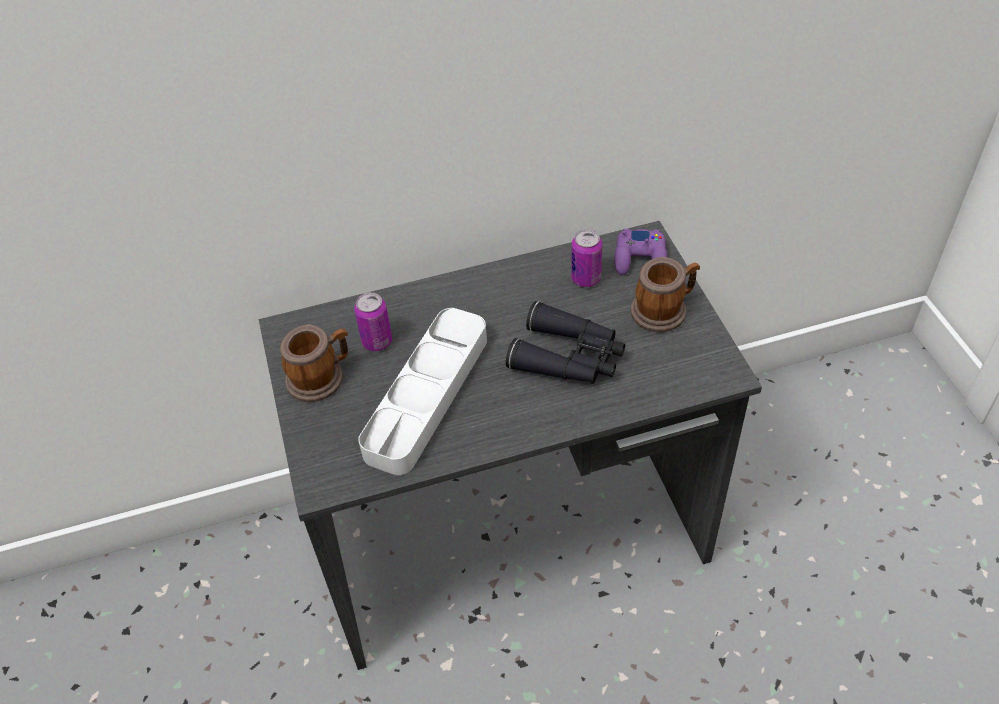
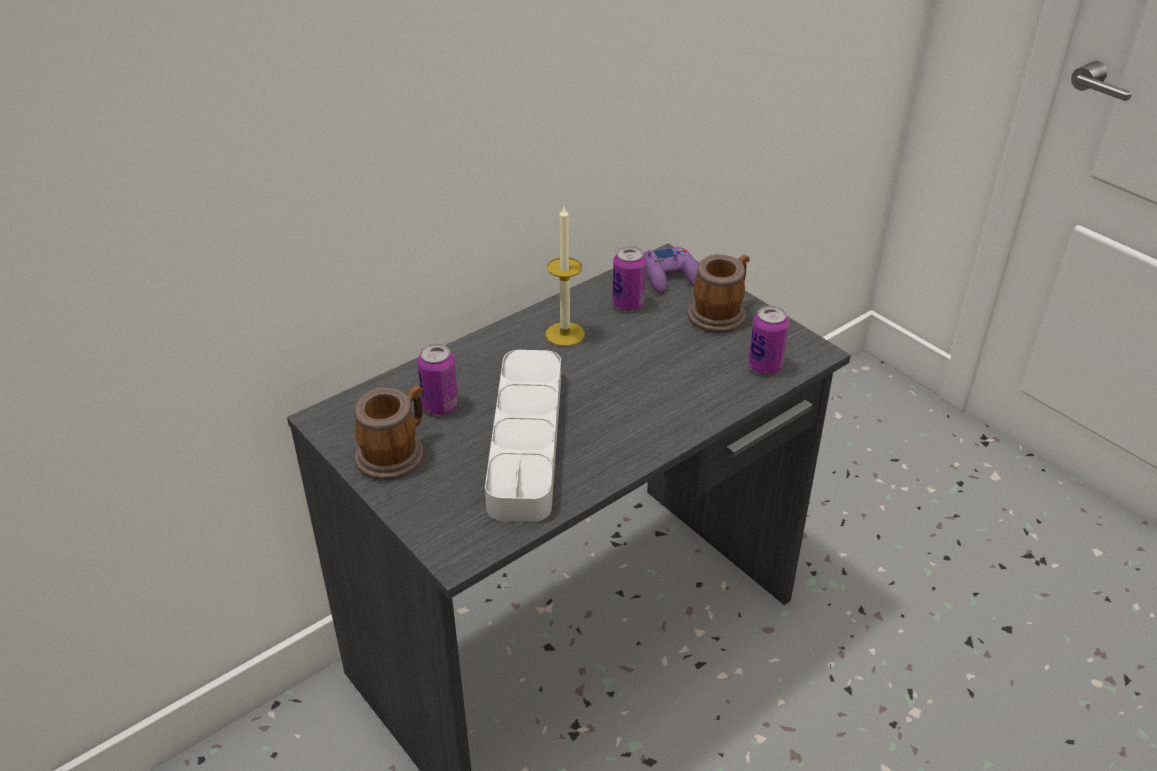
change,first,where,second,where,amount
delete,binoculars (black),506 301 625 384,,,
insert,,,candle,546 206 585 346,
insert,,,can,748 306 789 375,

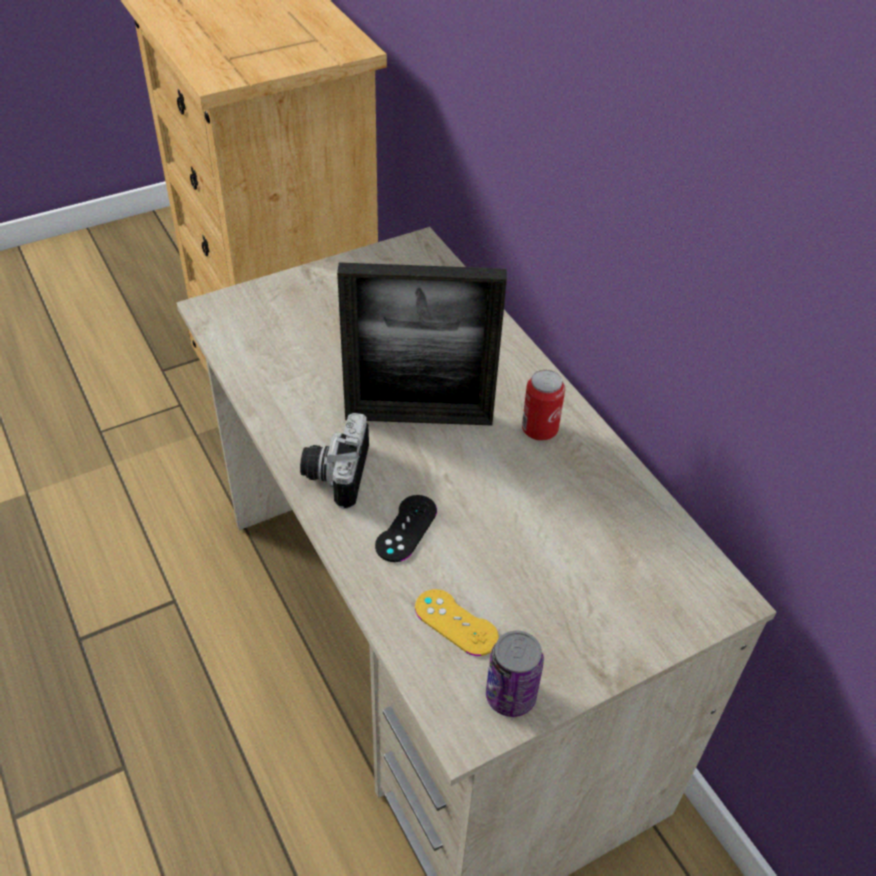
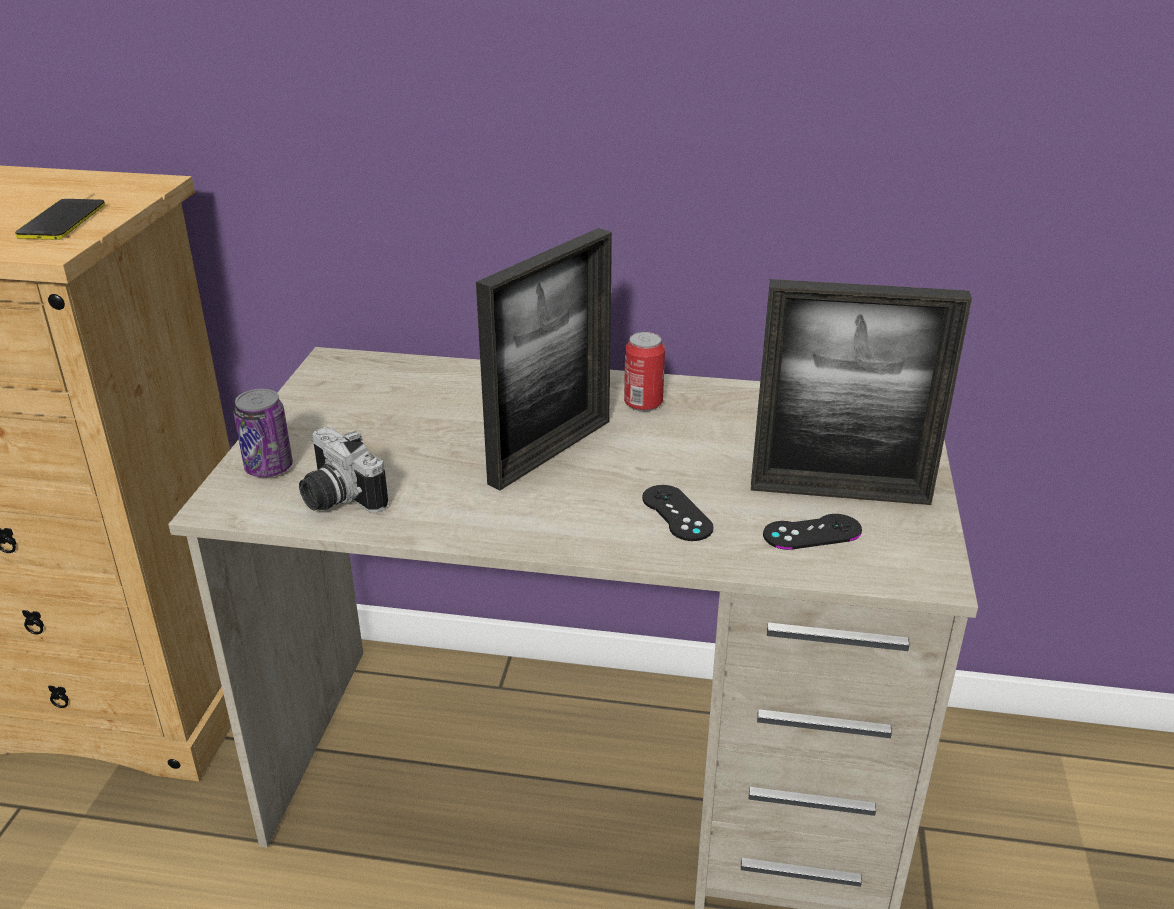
change,first,where,second,where,amount
insert,,,phone,15 199 105 240,
insert,,,picture frame,751 279 972 505,
move,photo camera,300 413 369 509,,299 427 388 513,
move,can,486 631 544 717,,234 389 293 477,
recolor,game controller (yellow),415 589 499 656,game controller (black),763 514 862 550,

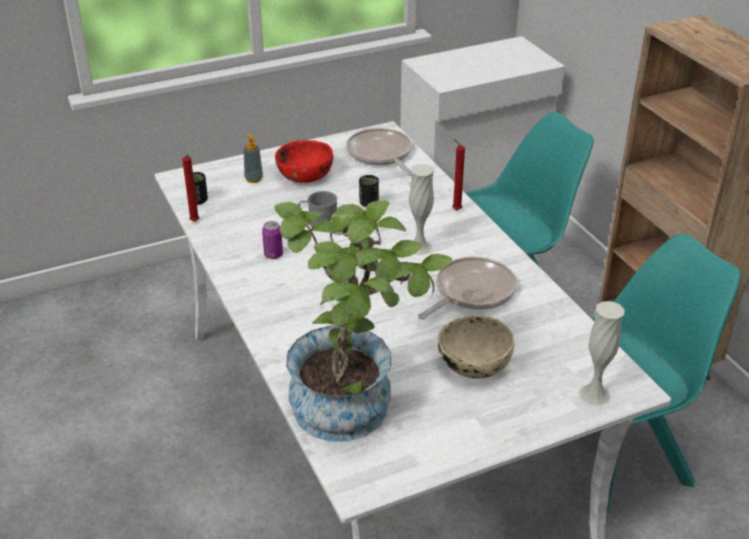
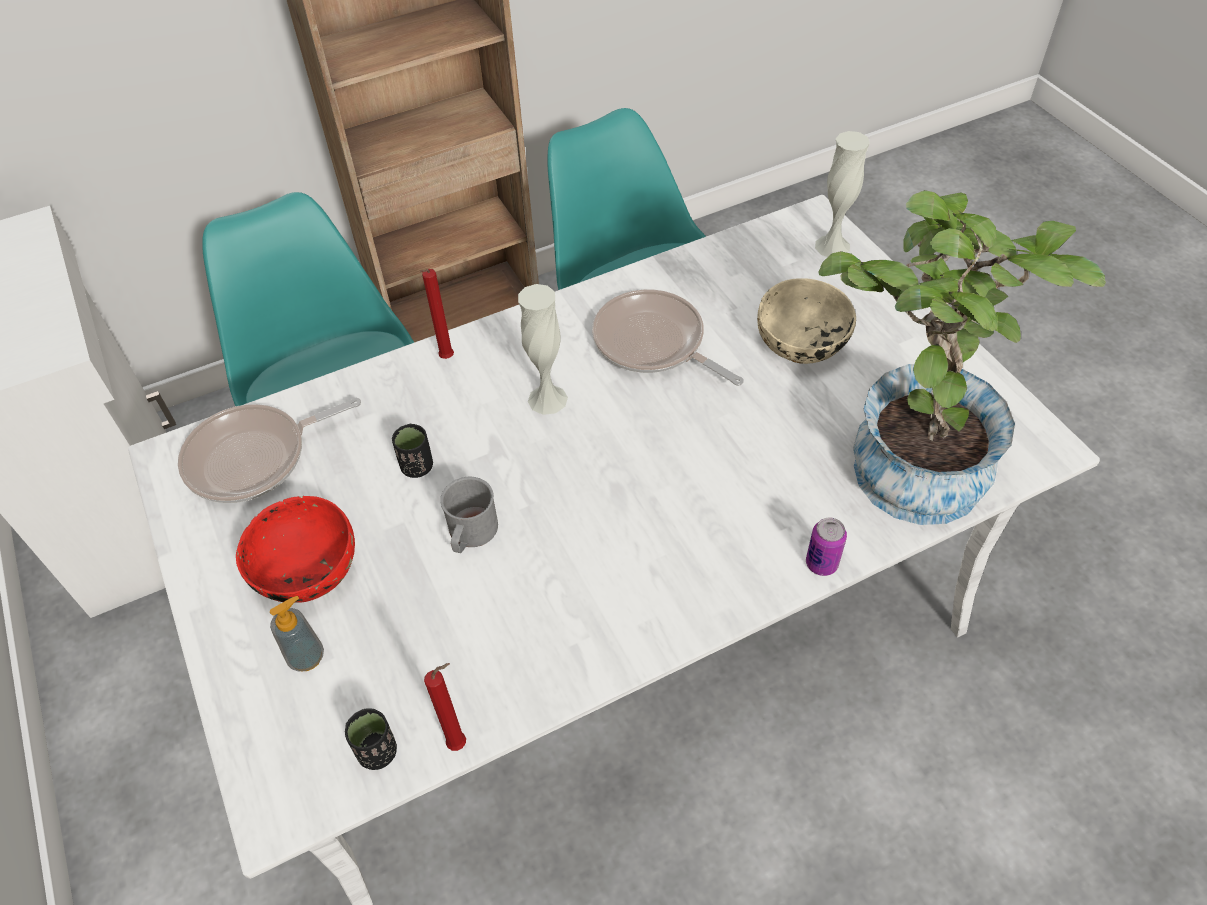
change,first,where,second,where,amount
move,can,262 221 283 259,,806 517 847 576,

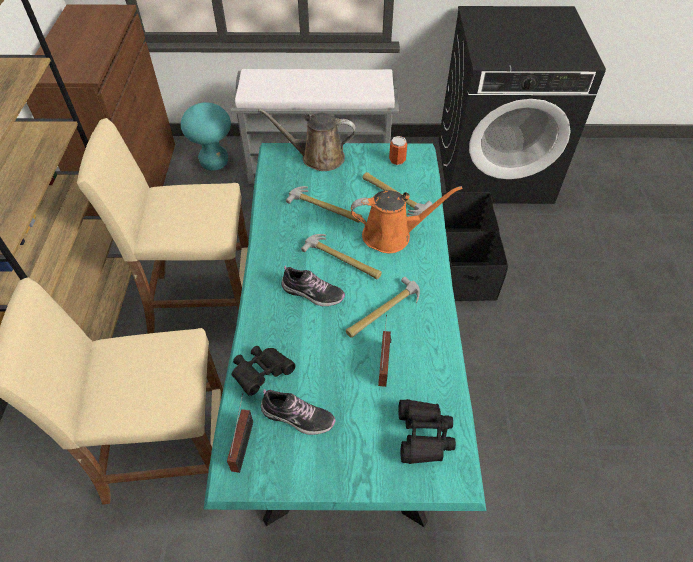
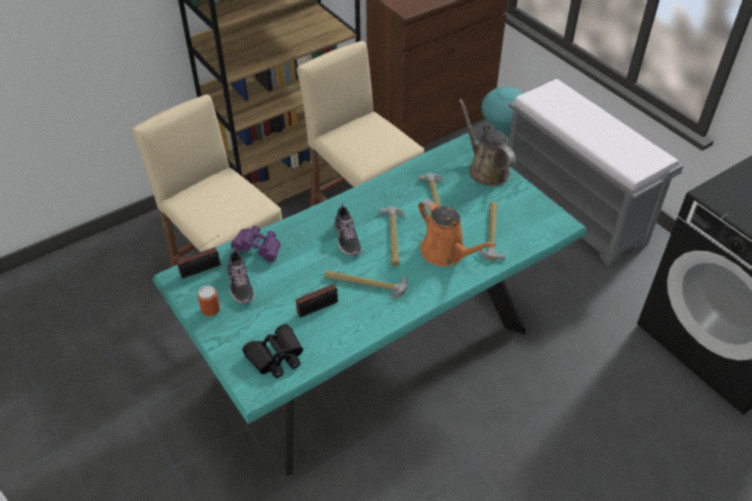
change,first,where,second,where,amount
delete,storage box (black),442 192 508 301,,,
move,can,389 136 407 165,,198 286 220 317,
recolor,binoculars (black),232 346 295 396,binoculars (purple),231 226 281 262,

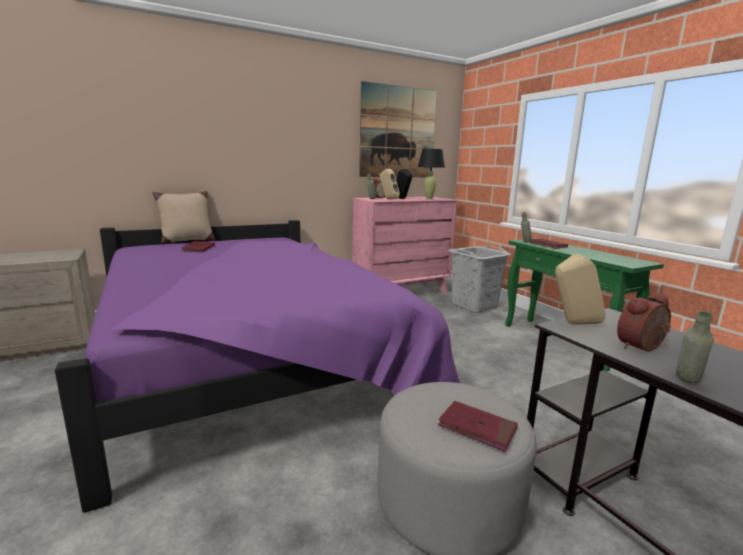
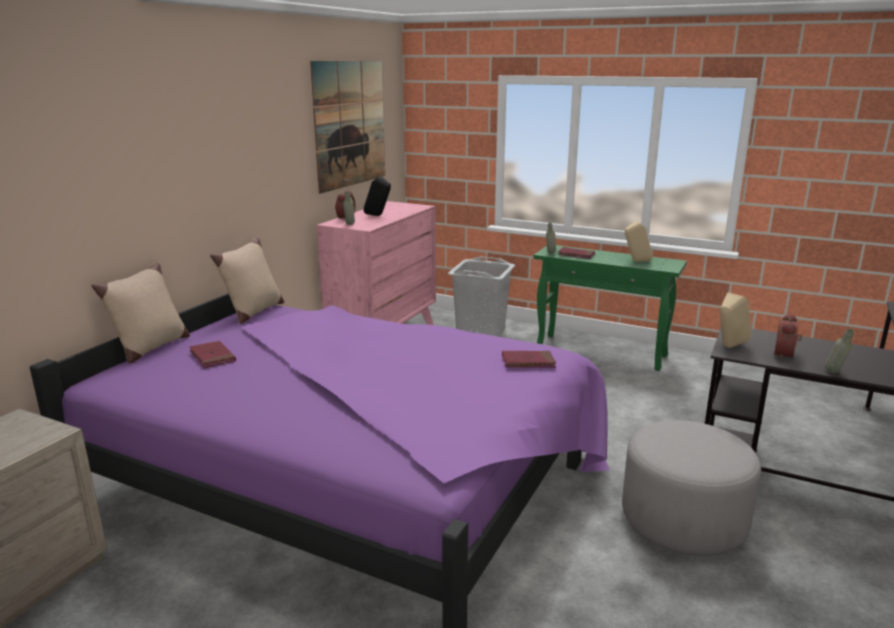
change,first,where,second,where,amount
delete,table lamp (black),418 149 445 200,,,
insert,,,pillow (beige),210 237 284 324,
move,speaker (beige),379 169 400 200,,625 221 653 262,
move,book (red),438 401 518 452,,502 351 556 367,

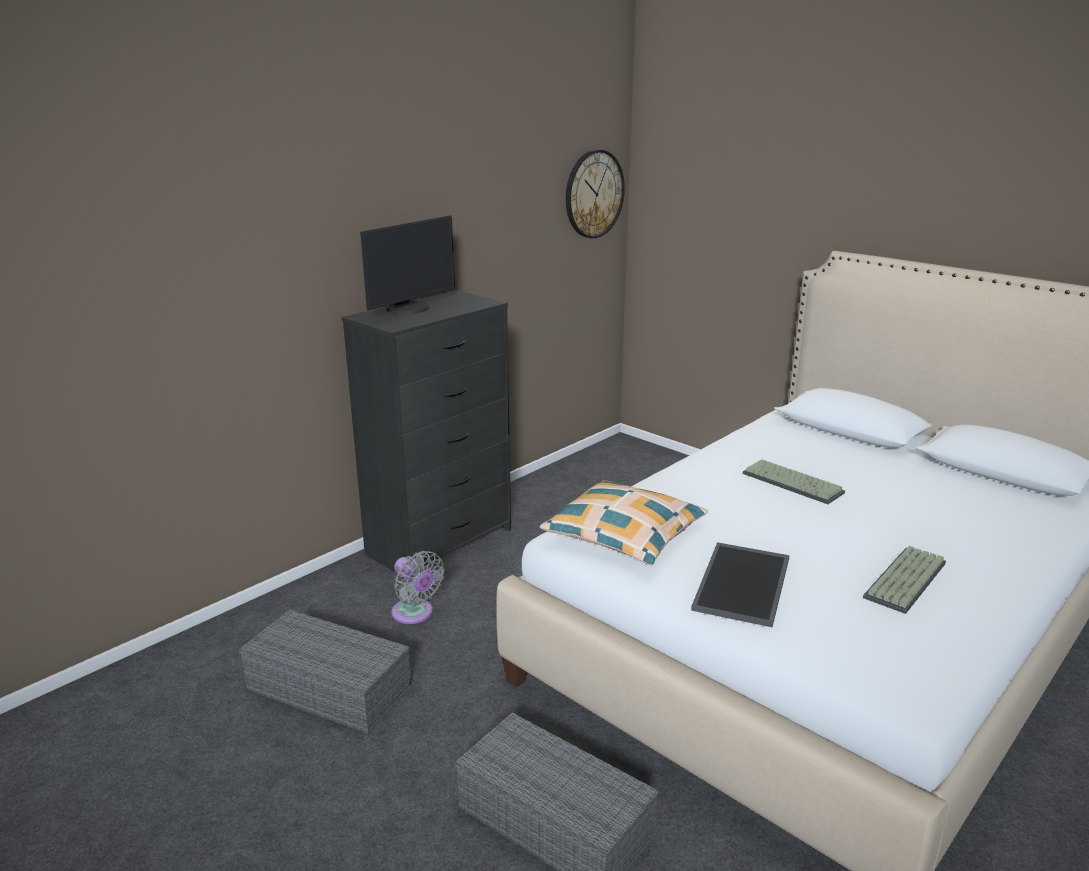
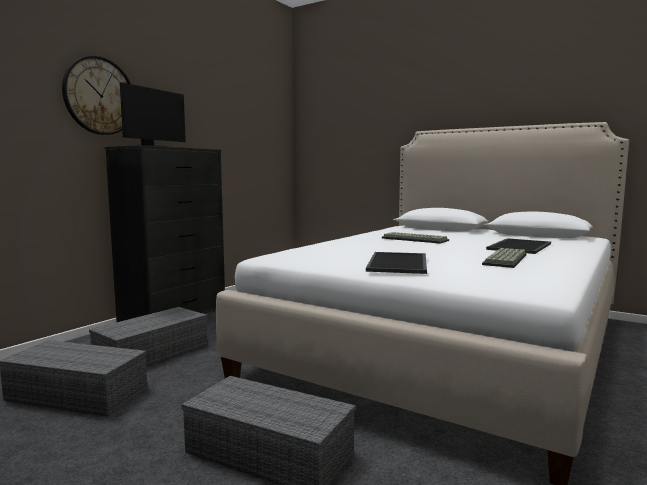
change,first,where,second,where,amount
delete,pillow,539 480 708 565,,,
insert,,,tray,486 238 551 254,
move,wall clock,566 149 625 238,,62 56 131 135,
replace,fan (grey),391 551 445 624,storage box (grey),89 307 207 366,

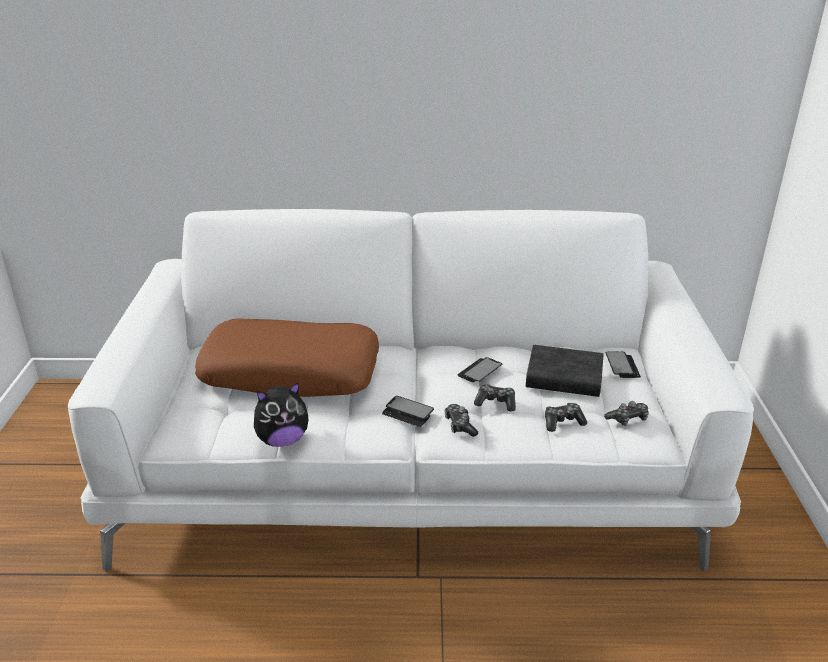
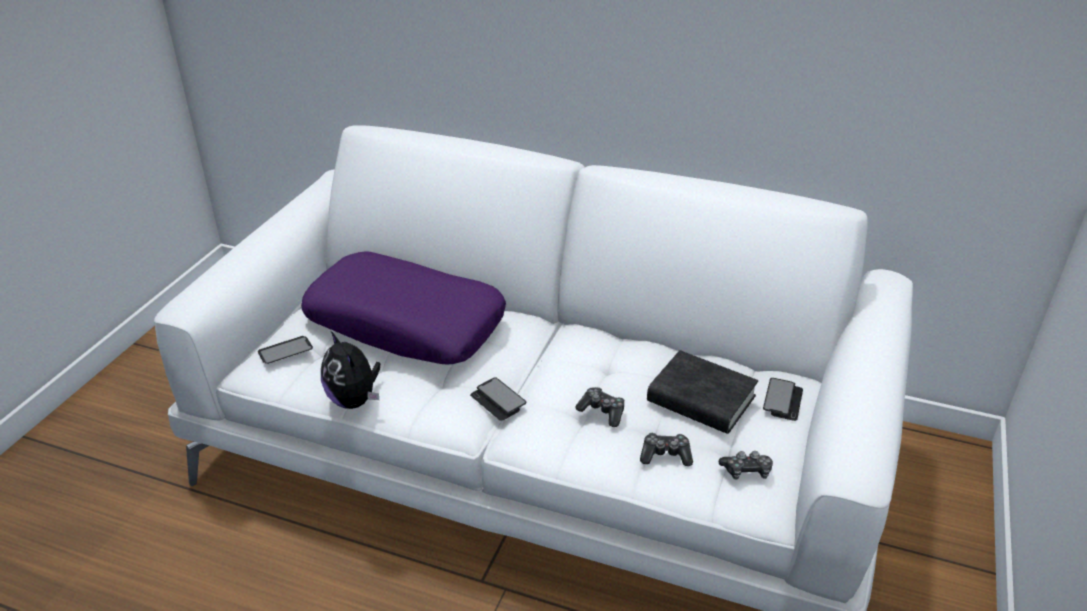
change,first,where,second,where,amount
delete,game controller,444 404 478 437,,,
move,phone,457 357 502 382,,258 336 313 364,
recolor,pillow (brown),195 318 379 397,pillow (purple),301 251 506 364,
rotate,plush toy,254 382 308 447,,321 331 380 409,60 degrees clockwise

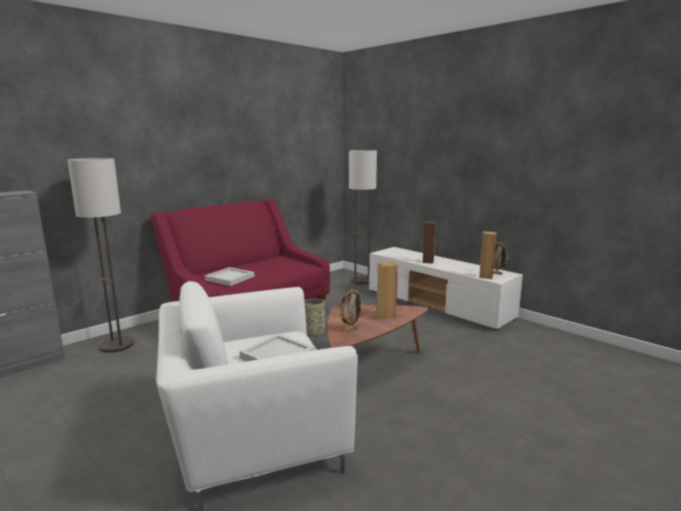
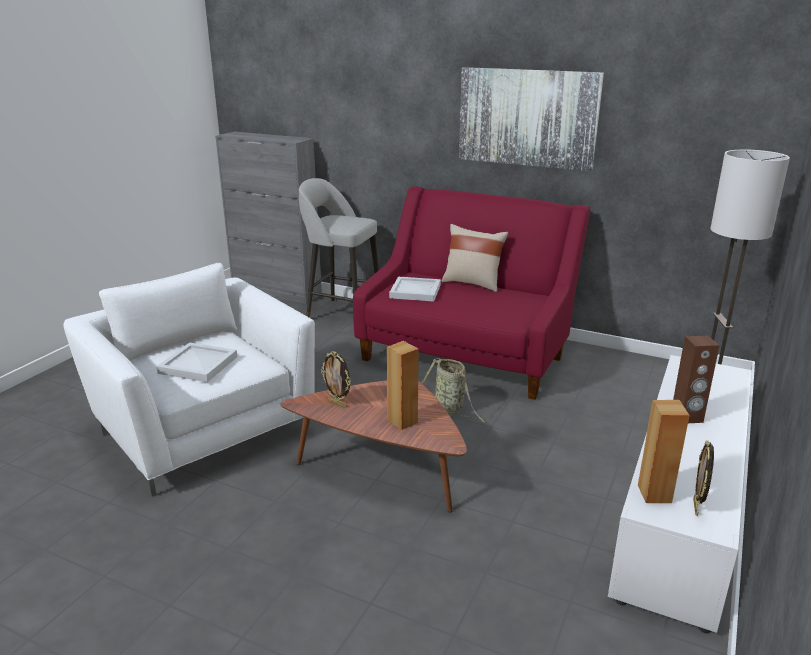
change,first,where,second,where,amount
insert,,,pillow (beige),442 224 508 292,
insert,,,picture,459 67 604 171,
replace,floor lamp,68 158 134 353,stool (grey),299 178 379 318,

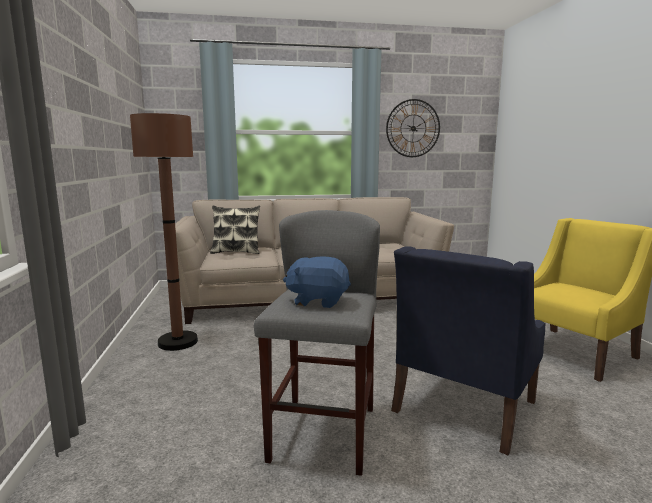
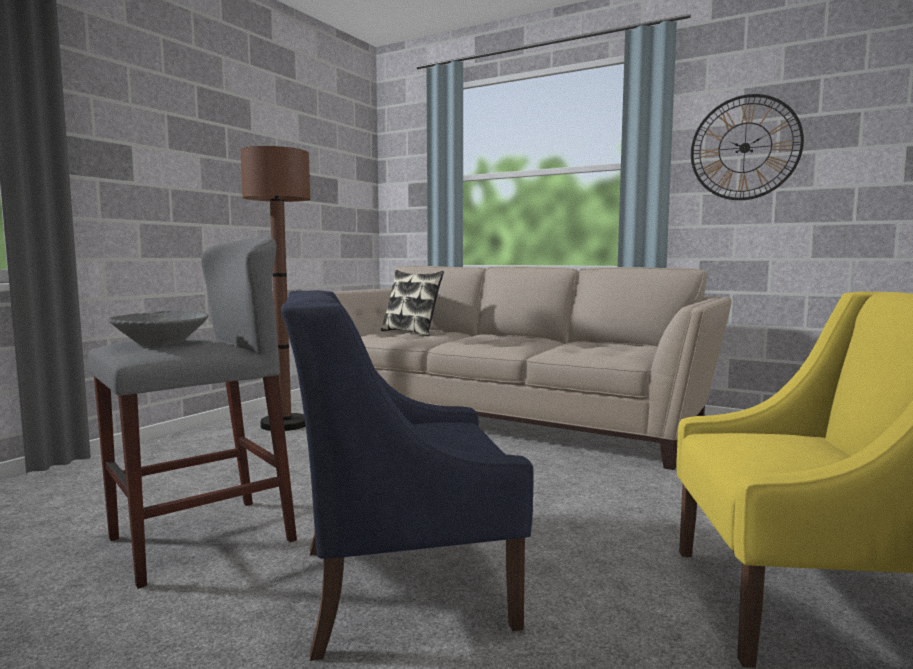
change,first,where,second,where,amount
replace,plush toy (blue),283 256 351 308,bowl (grey),108 311 208 346,

